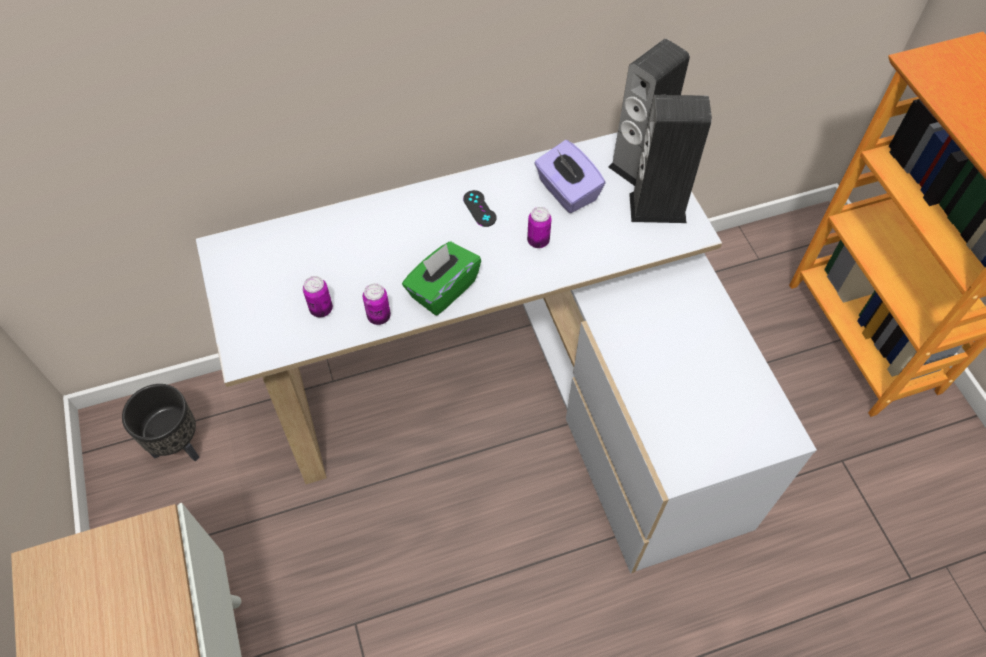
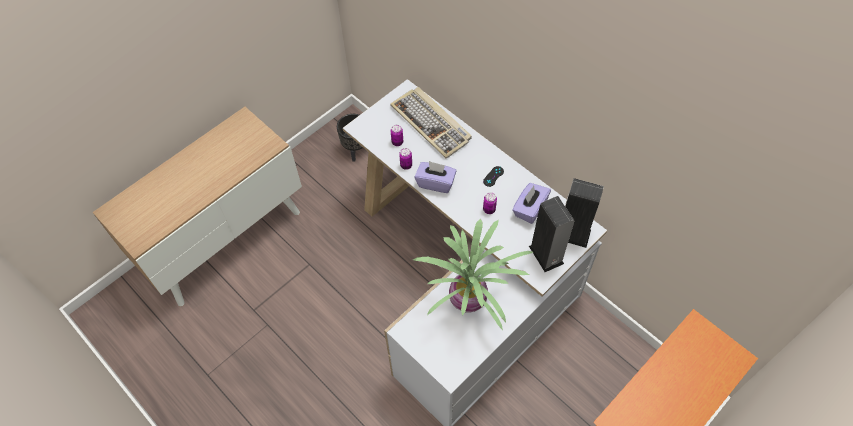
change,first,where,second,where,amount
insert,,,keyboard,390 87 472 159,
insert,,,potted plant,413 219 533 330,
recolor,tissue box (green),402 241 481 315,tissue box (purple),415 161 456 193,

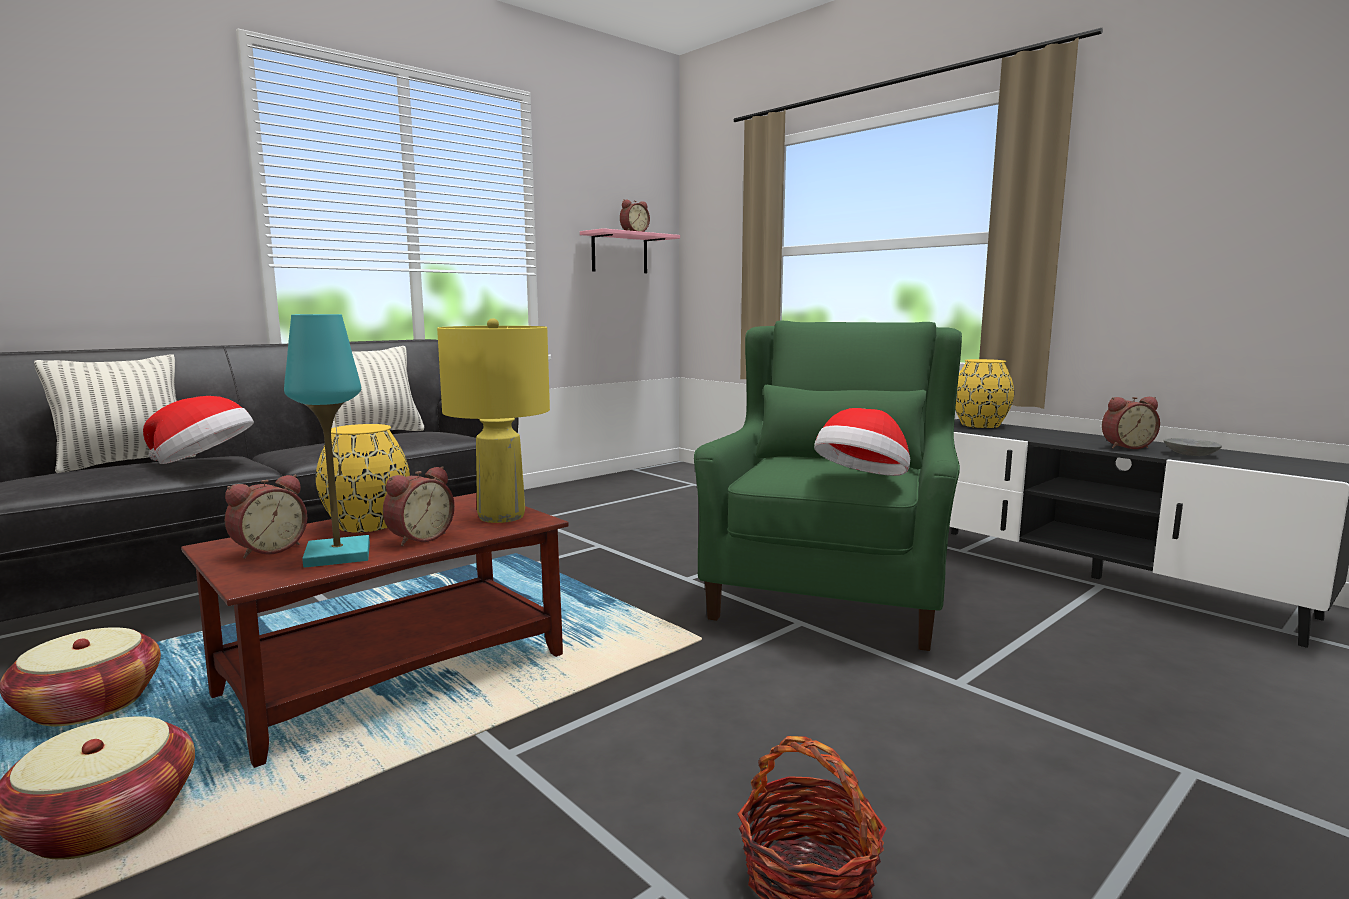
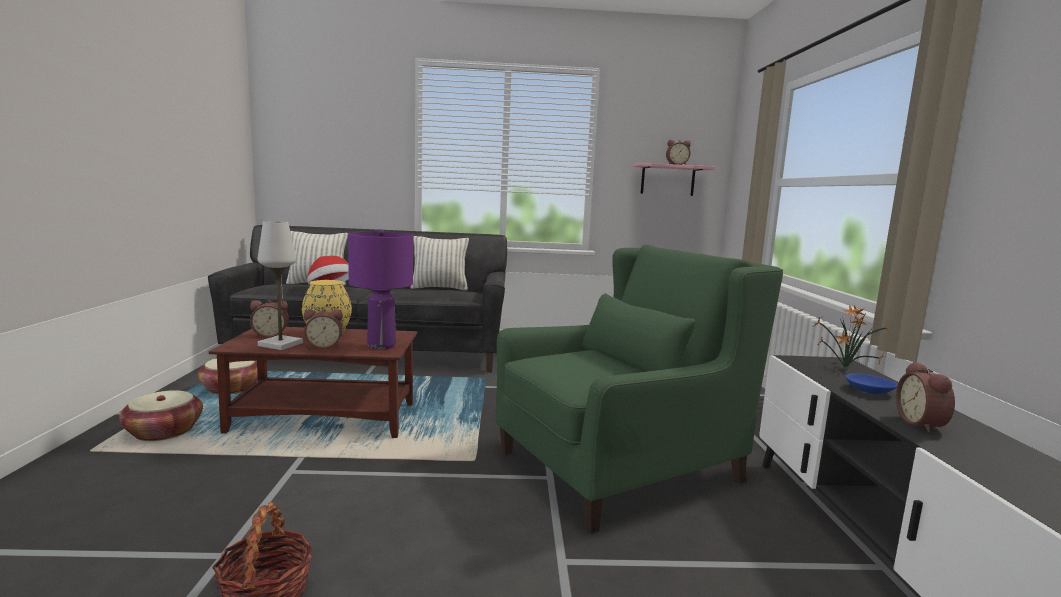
change,first,where,second,where,amount
delete,hat,814 408 910 476,,,
delete,bowl (grey),1163 438 1222 456,,,
insert,,,bowl (blue),846 373 897 394,
replace,vase (yellow),955 359 1014 428,potted plant,811 305 890 368,
recolor,table lamp (turquoise),284 314 370 568,table lamp (white),258 221 303 350,
recolor,table lamp (yellow),437 318 550 523,table lamp (purple),348 229 413 350,
rotate,alarm clock,1102 397 1160 449,,896 361 955 432,60 degrees clockwise

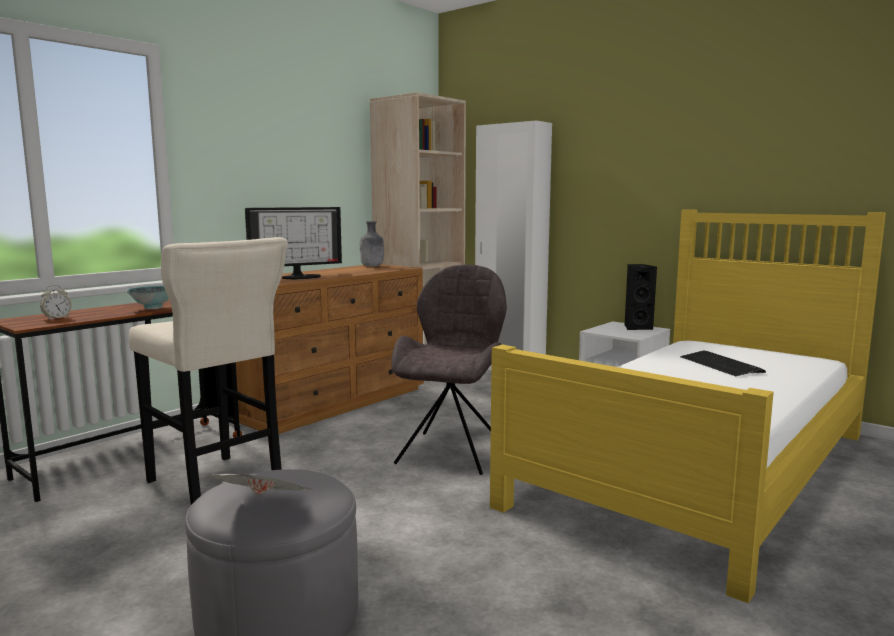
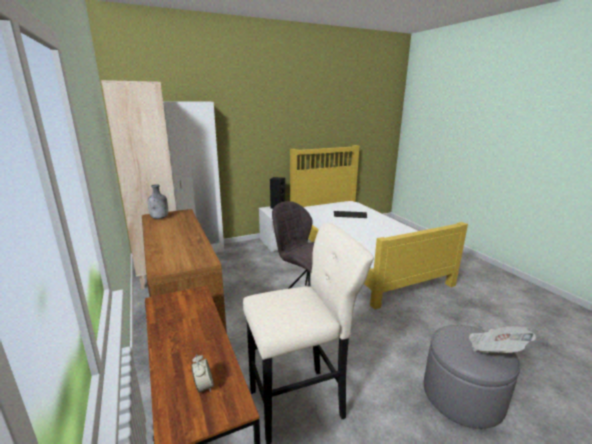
change,first,where,second,where,amount
delete,bowl,126 285 169 309,,,
delete,monitor,245 207 342 279,,,

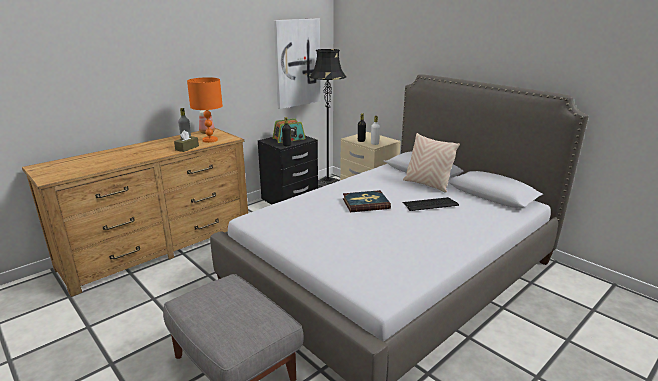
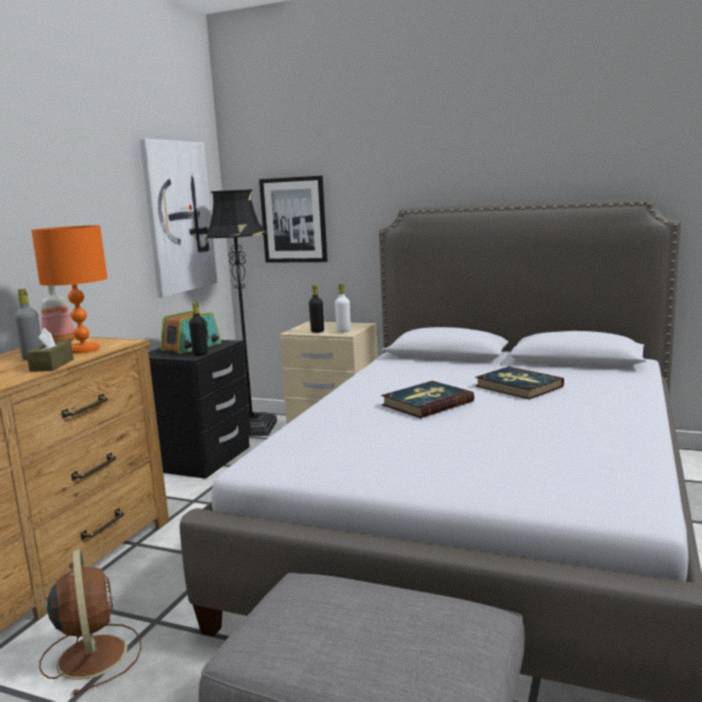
change,first,where,second,where,amount
delete,pillow (beige),403 133 460 193,,,
insert,,,fan (brown),39 549 142 695,
insert,,,picture,259 176 328 263,
replace,keyboard,403 197 459 211,book,475 366 564 400,

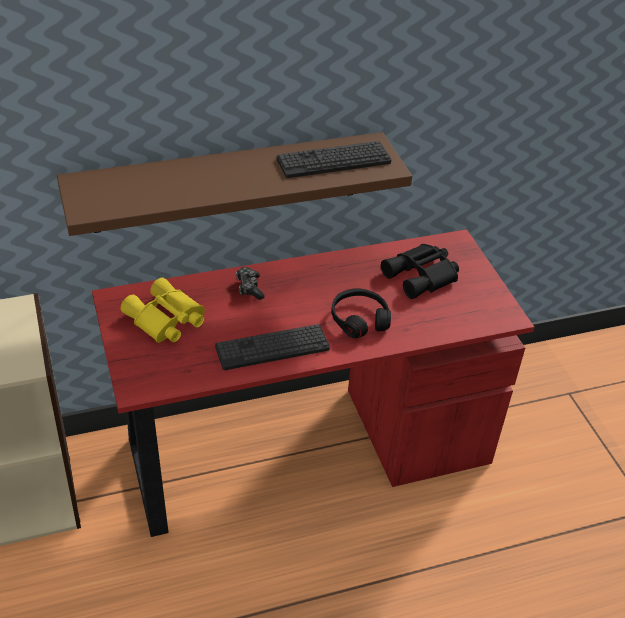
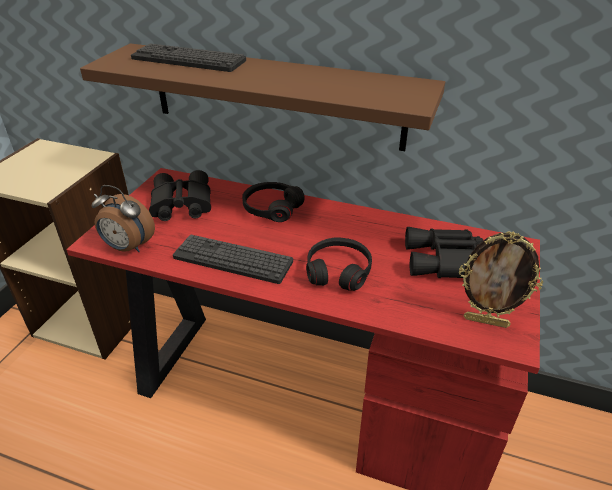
change,first,where,second,where,amount
insert,,,alarm clock,92 185 155 252,
insert,,,picture frame,459 231 543 328,
move,keyboard,277 141 392 178,,131 43 246 72,
replace,game controller,236 267 265 300,headphones (black),242 182 305 222,
recolor,binoculars (yellow),121 278 205 343,binoculars (black),149 170 211 221,

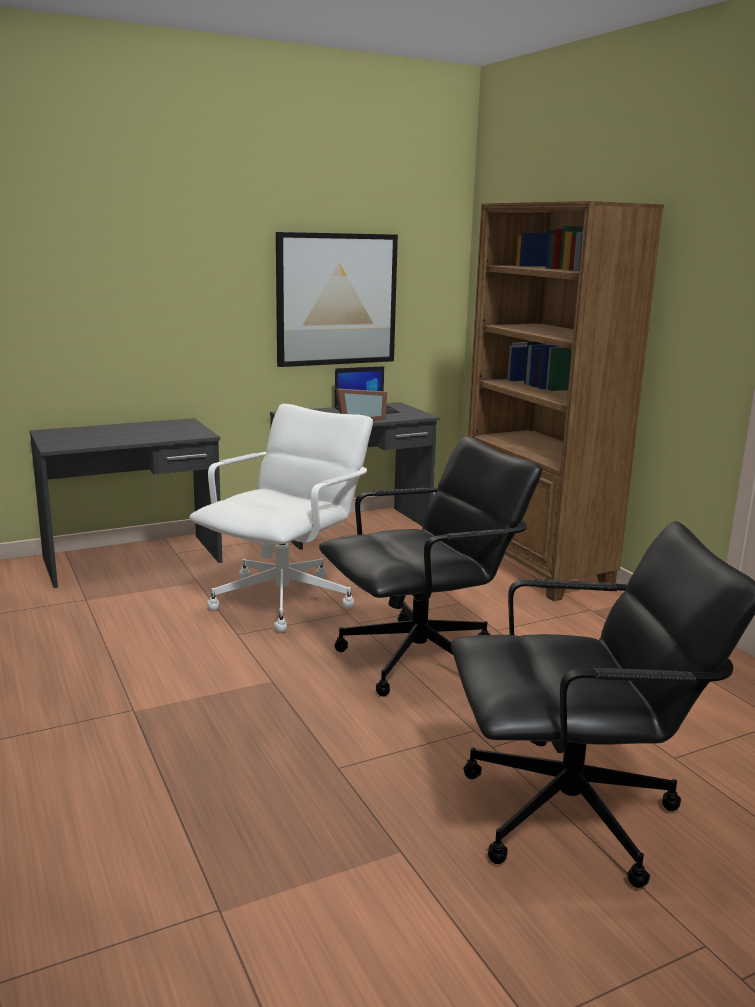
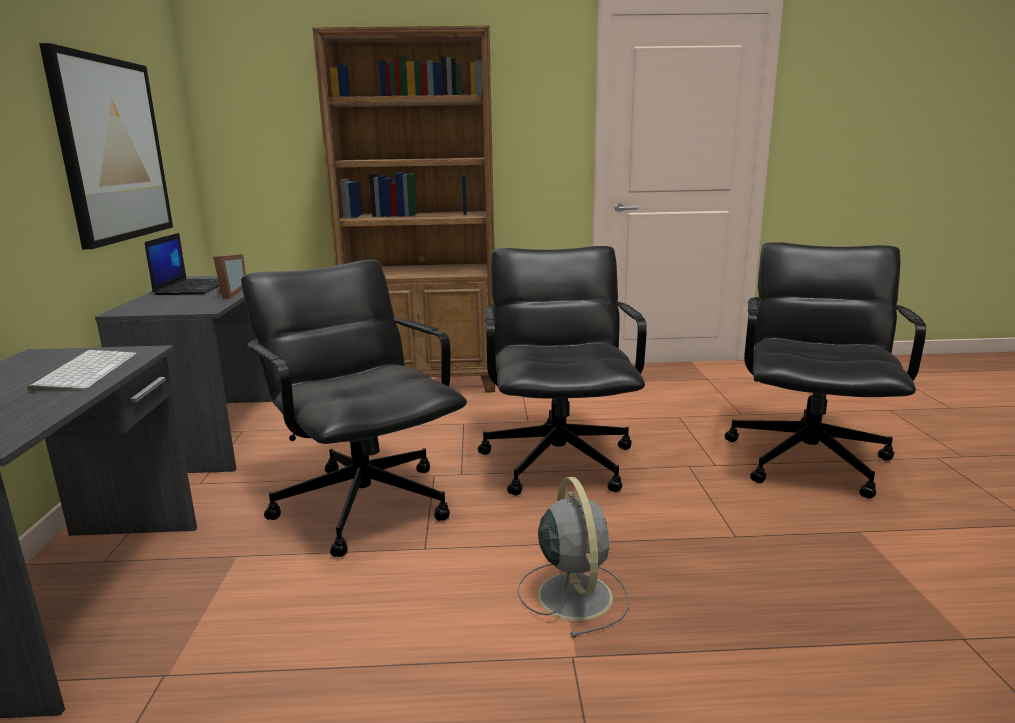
change,first,where,second,where,amount
insert,,,keyboard,27 350 137 392,
insert,,,fan (grey),518 477 629 638,
recolor,office chair (white),189 404 373 632,office chair (black),241 260 467 557,

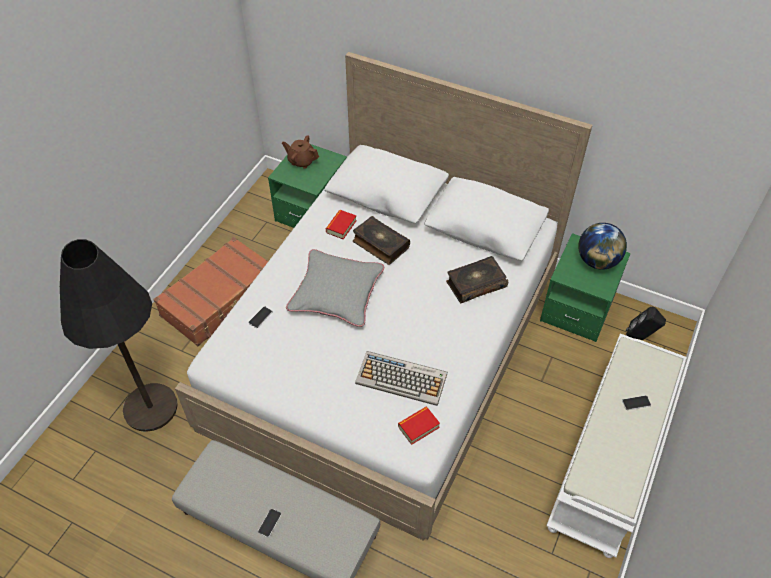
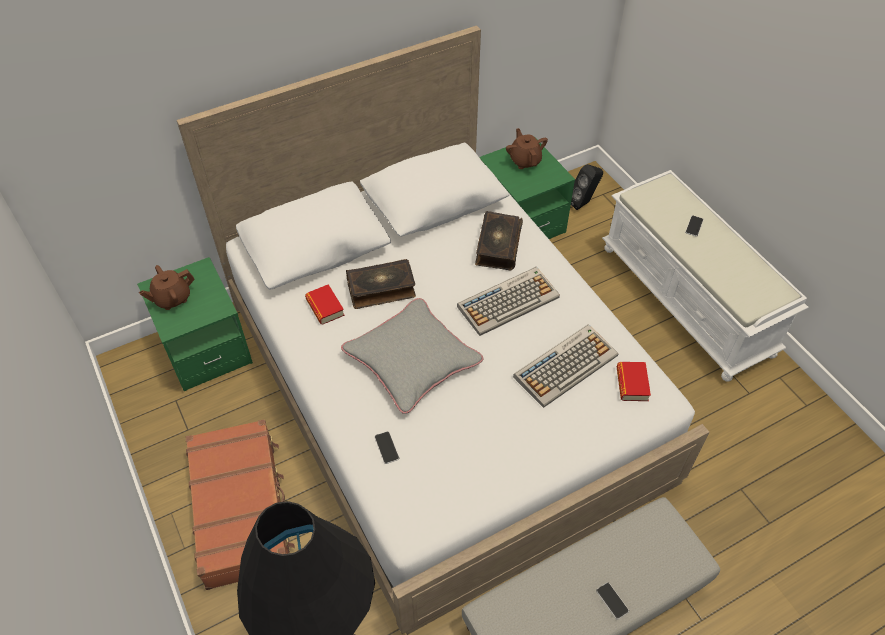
change,first,where,second,where,amount
insert,,,keyboard,457 267 560 336,
replace,globe,578 223 627 270,teapot (brown),506 128 548 169,

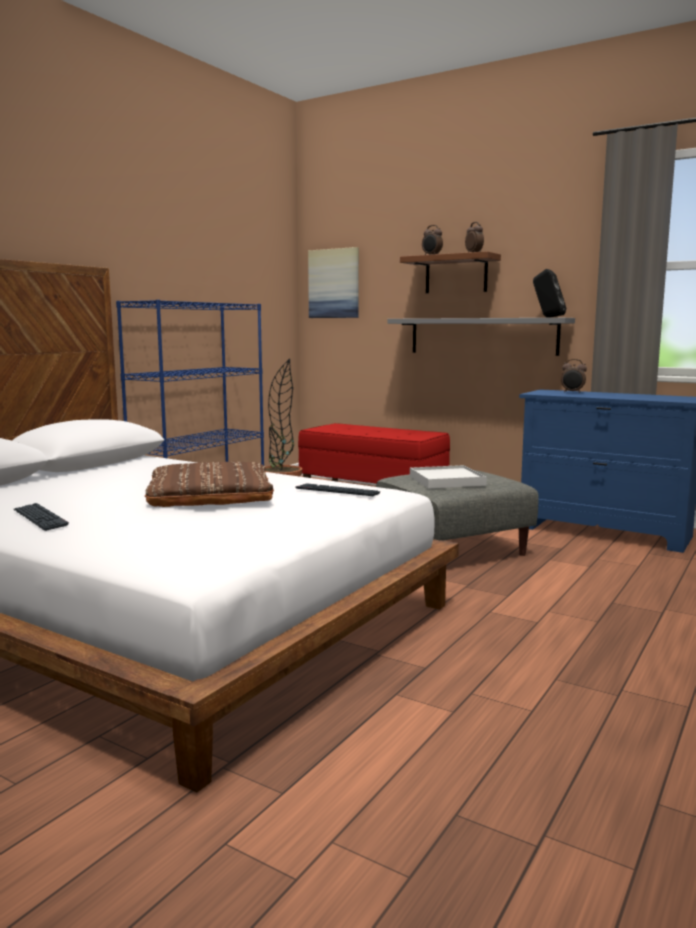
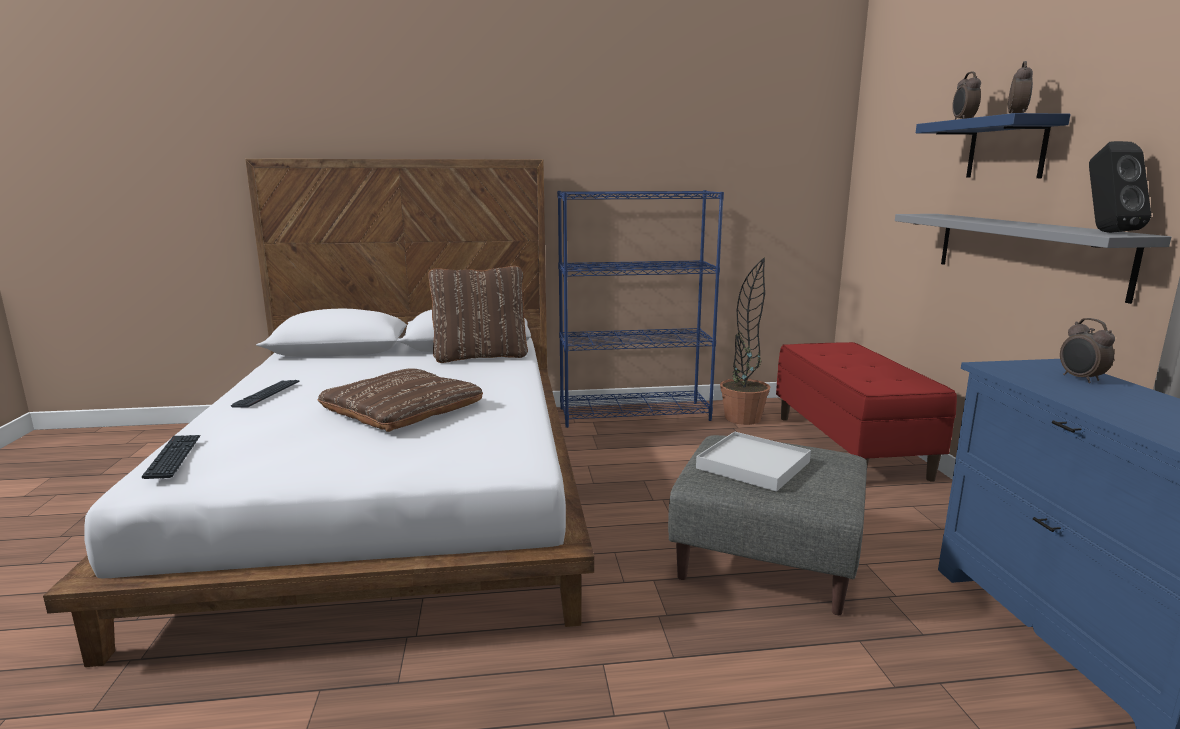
change,first,where,second,where,amount
delete,picture,308 247 359 318,,,
insert,,,pillow (brown),428 266 528 363,
move,keyboard,295 483 380 496,,142 435 201 479,
recolor,shelf (brown),400 251 501 293,shelf (blue),916 113 1071 178,

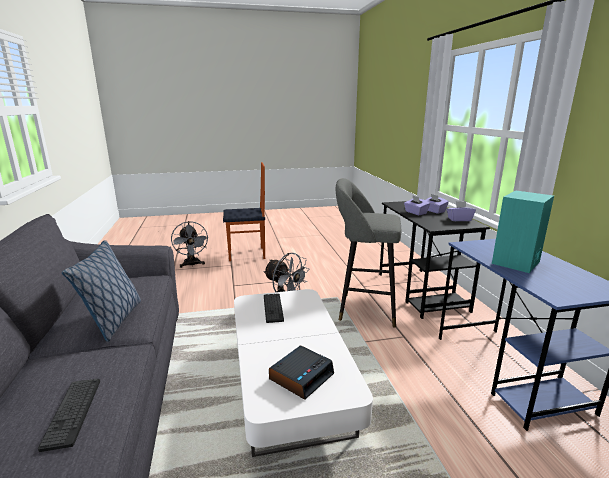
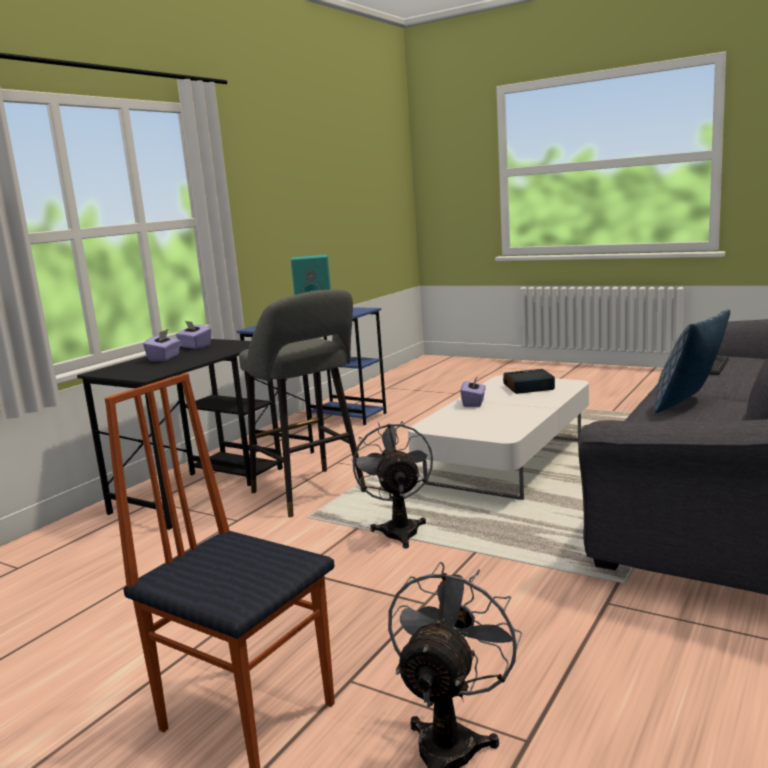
change,first,where,second,where,amount
delete,keyboard,264 294 284 323,,,
move,tissue box (purple),404 195 430 215,,460 376 486 407,

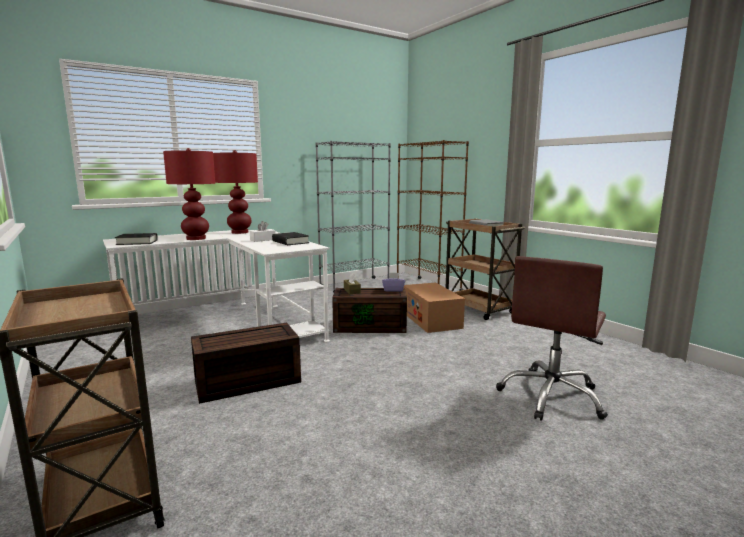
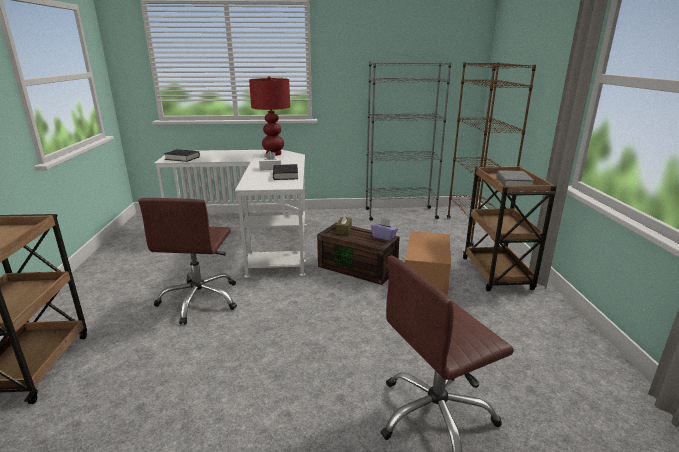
change,first,where,second,where,amount
delete,table lamp (red),163 148 215 240,,,
replace,storage box (brown),191 323 301 404,office chair (brown),138 198 237 324,

